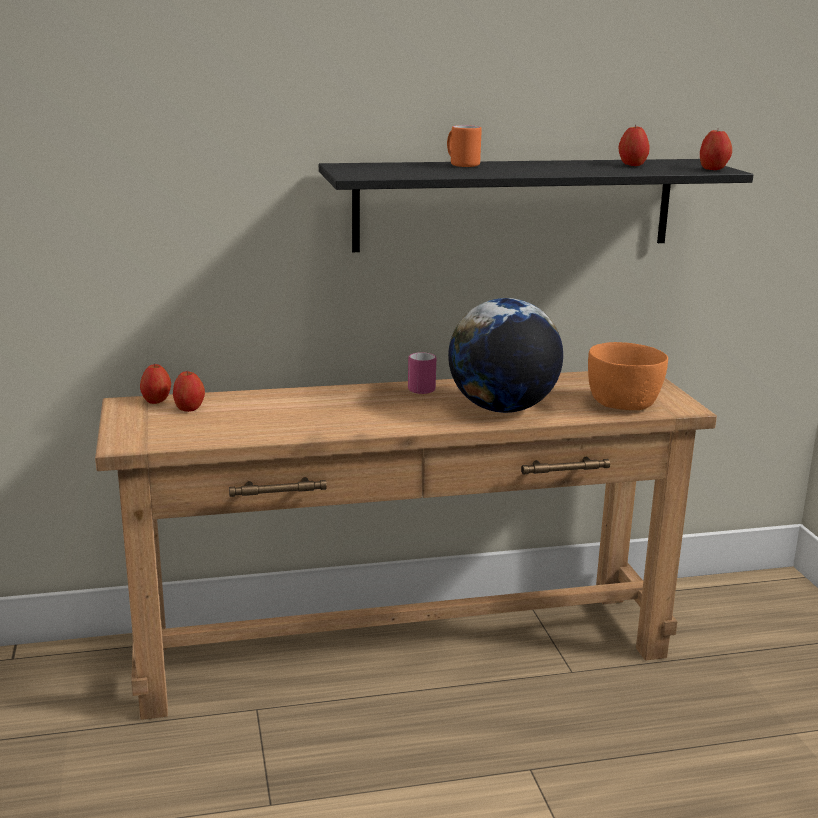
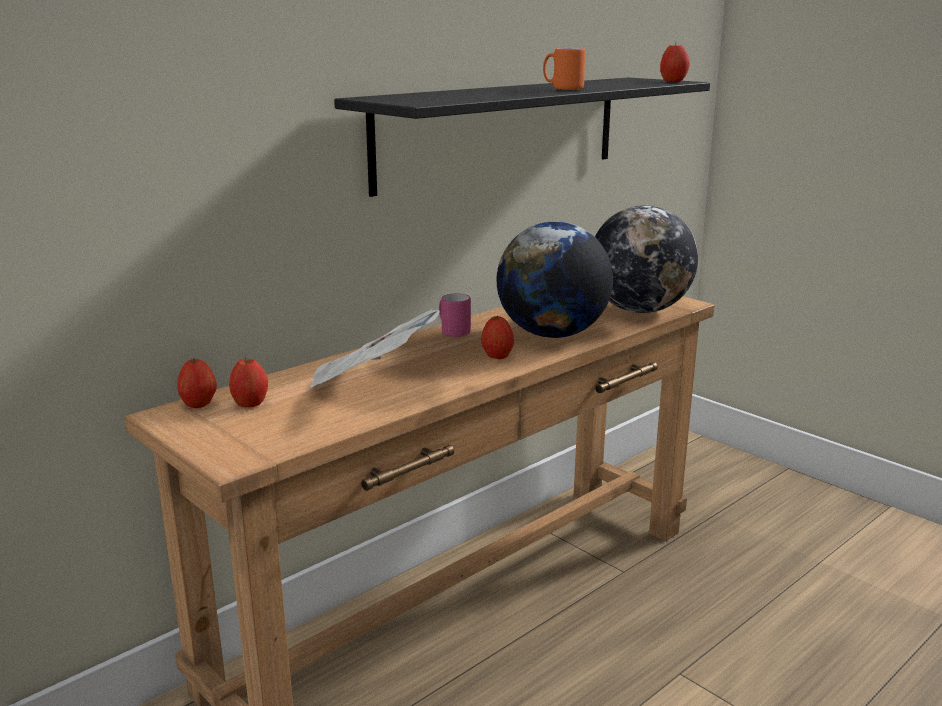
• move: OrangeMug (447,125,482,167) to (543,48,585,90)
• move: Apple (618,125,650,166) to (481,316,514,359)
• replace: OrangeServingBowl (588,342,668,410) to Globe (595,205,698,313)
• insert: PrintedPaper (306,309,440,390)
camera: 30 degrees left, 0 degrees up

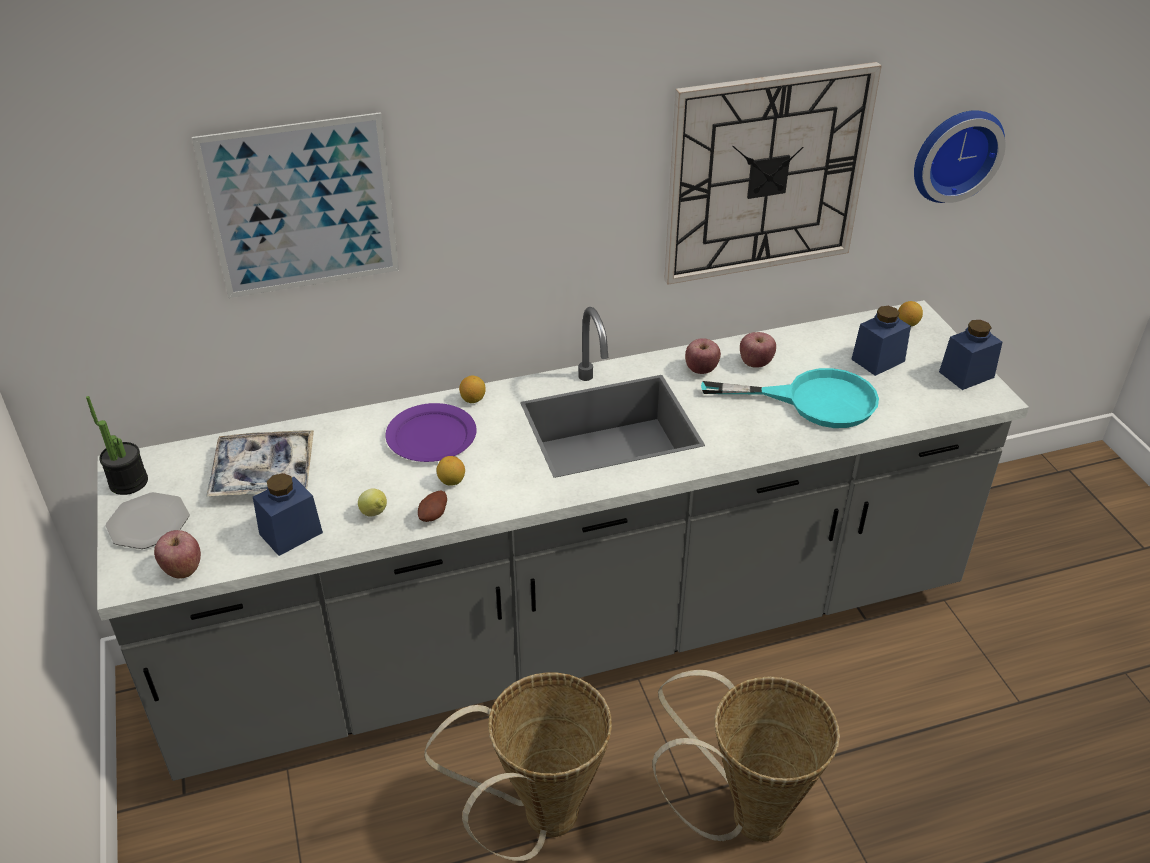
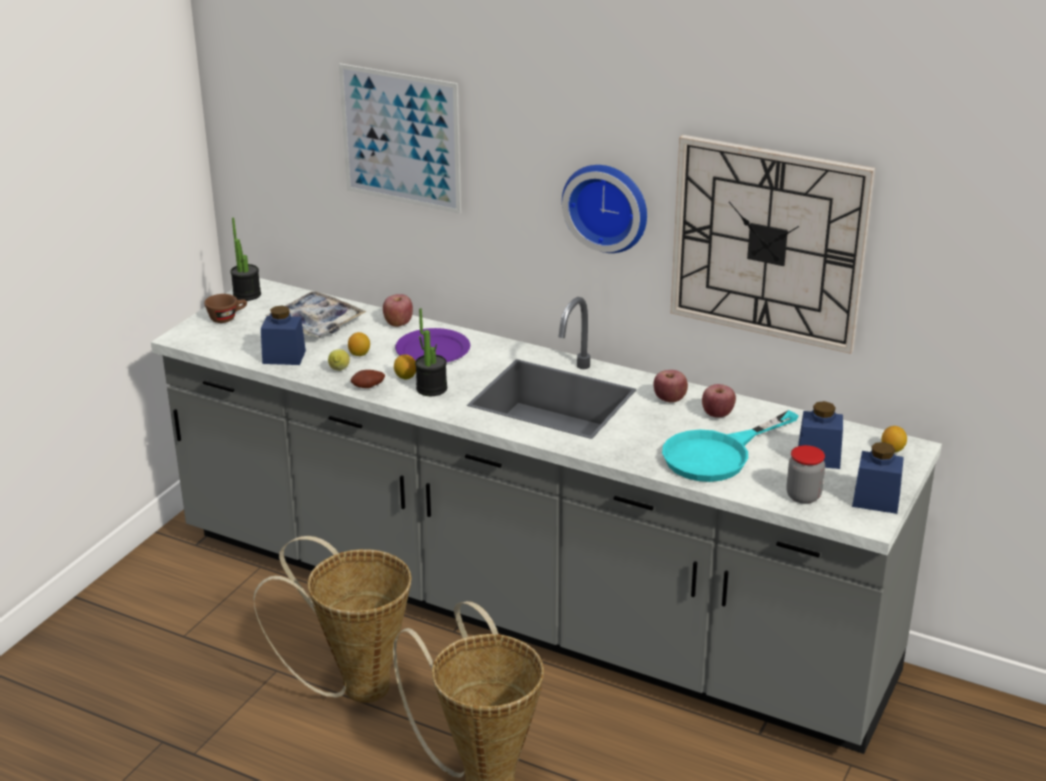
• move: ClockOnTheWall (914,110,1006,203) to (562,165,647,253)
• rotate: TurquoiseSkillet (701,368,879,428) = (662,410,799,482) 90 degrees clockwise
• move: CitrusFruit (459,375,486,403) to (348,332,370,356)
• replace: DinnerPlate (106,492,189,549) to BrownColouredDrinkingCup (204,294,247,323)
• move: Apple (154,530,201,579) to (383,294,413,327)
• insert: Houseplant (415,308,447,396)
• insert: Jar (786,445,825,504)
camera: 45 degrees right, 10 degrees down

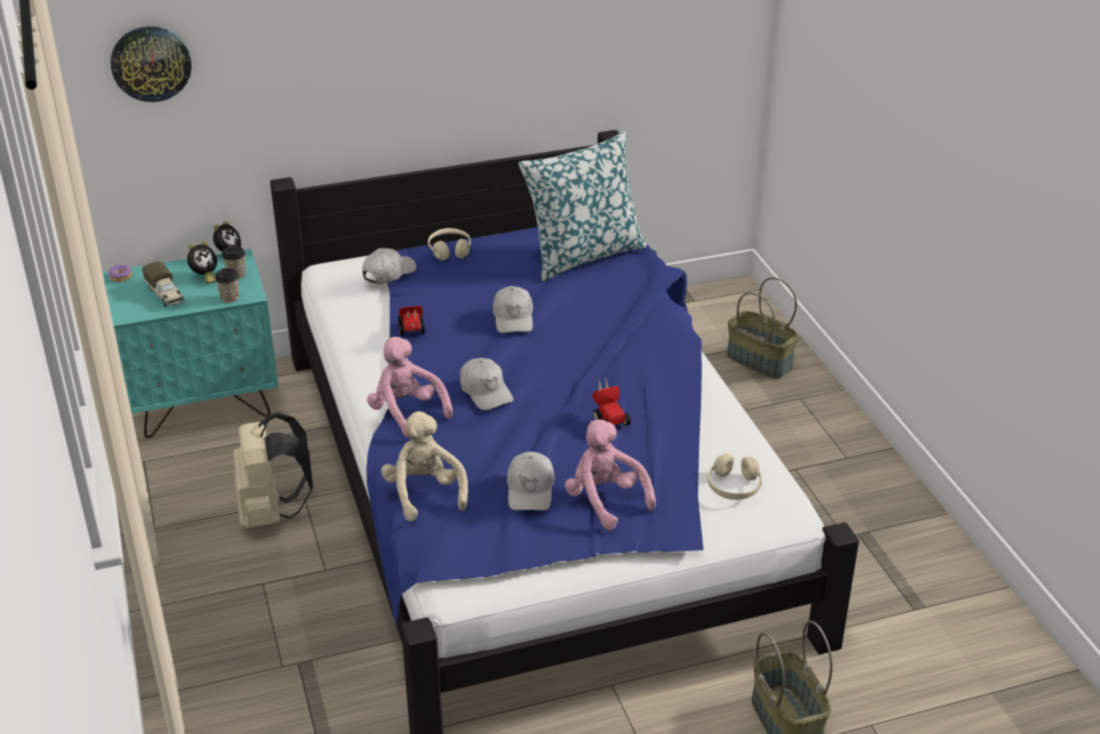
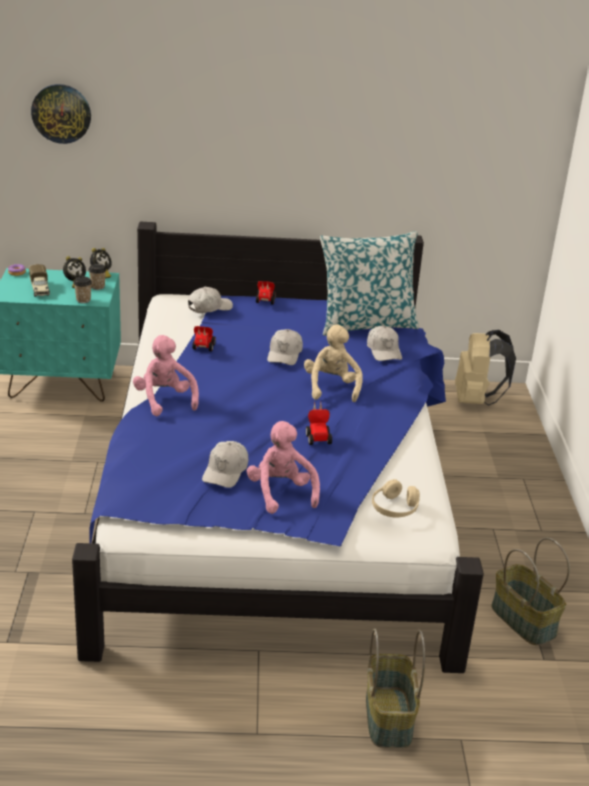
• replace: SandColouredPairOfHeadphones (428,228,471,260) to MiniatureCar (256,281,276,305)
• move: StorageBasket (727,277,799,379) to (491,538,570,645)
• move: WhitishBaseballCap (460,358,513,410) to (367,326,402,361)
• move: SandColouredSoftToy (381,411,468,522) to (304,324,363,402)
• move: SandColouredBackpack (234,412,313,528) to (455,330,516,406)
camera: 15 degrees right, 5 degrees down

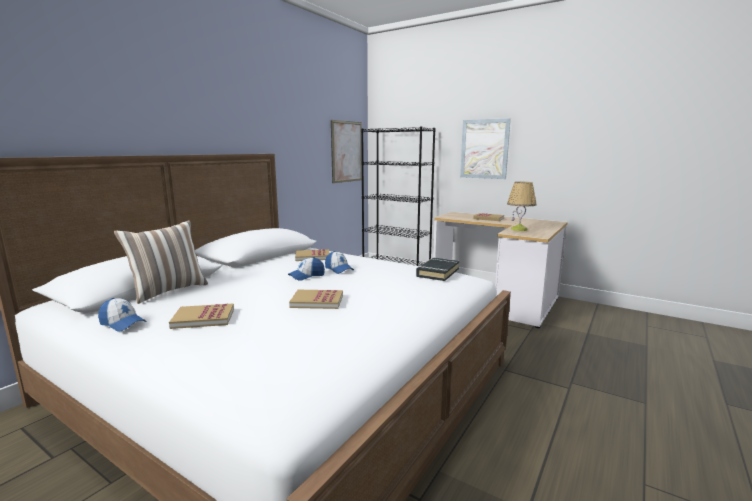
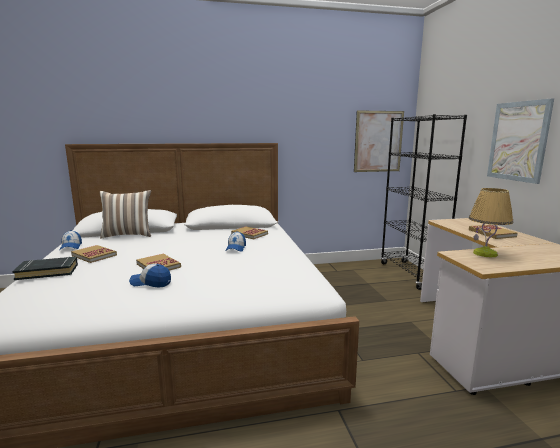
• move: BaseballCap (288,257,325,281) to (129,264,171,288)
• move: BlackVolume (416,258,460,281) to (12,257,78,280)
camera: 45 degrees right, 0 degrees up

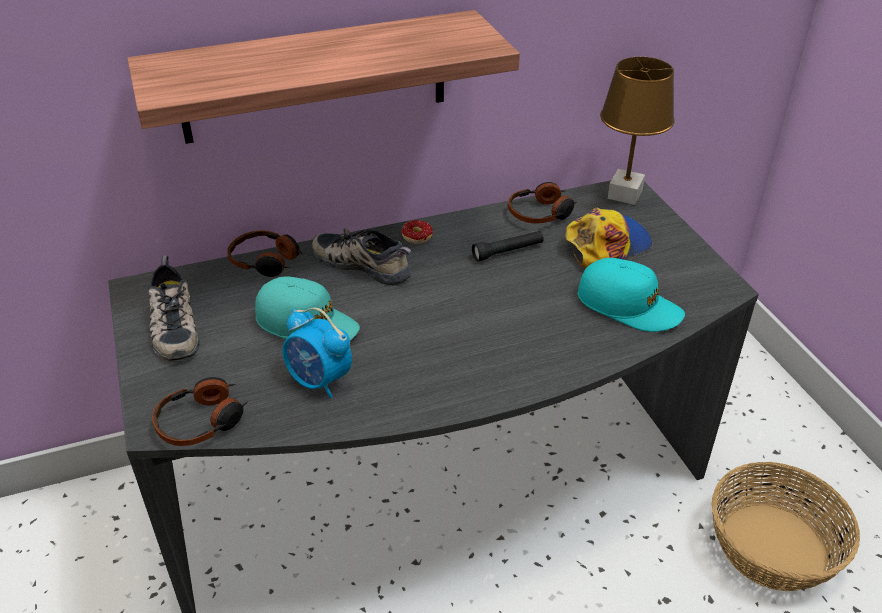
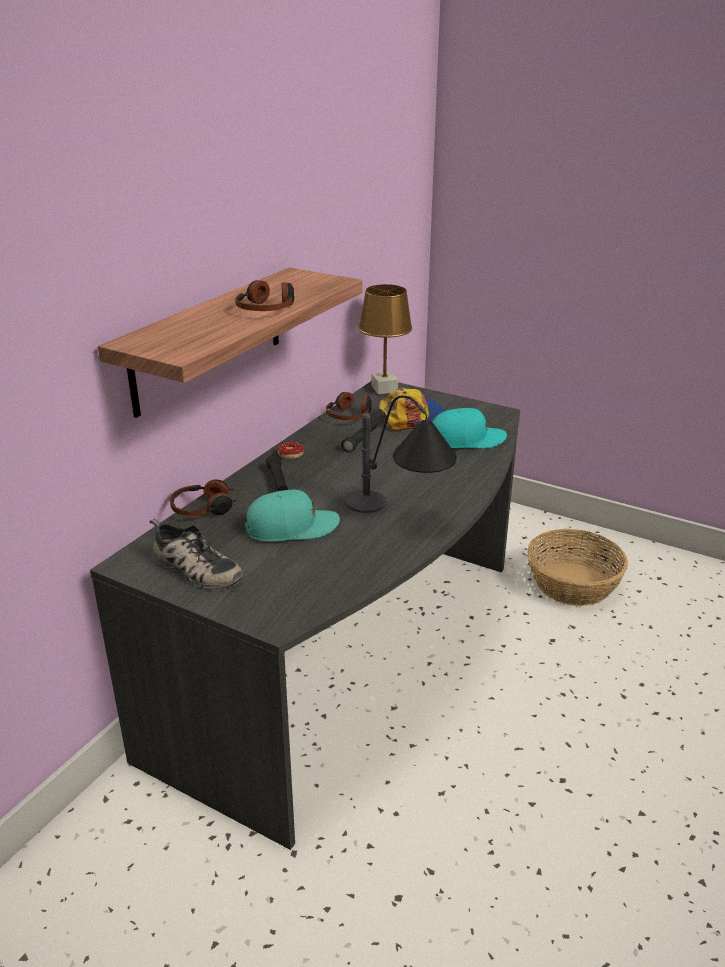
• rotate: BaseballCap (565,208,652,269) = (379,387,445,430) 45 degrees clockwise
• replace: Shoe (312,228,412,286) to BlackHandTorch (266,455,288,491)
• delete: AlarmClock (282,307,352,398)
• move: PairOfHeadphones (152,377,248,446) to (235,280,294,311)
• insert: TableLamp (345,395,457,513)
camera: 40 degrees left, 10 degrees down

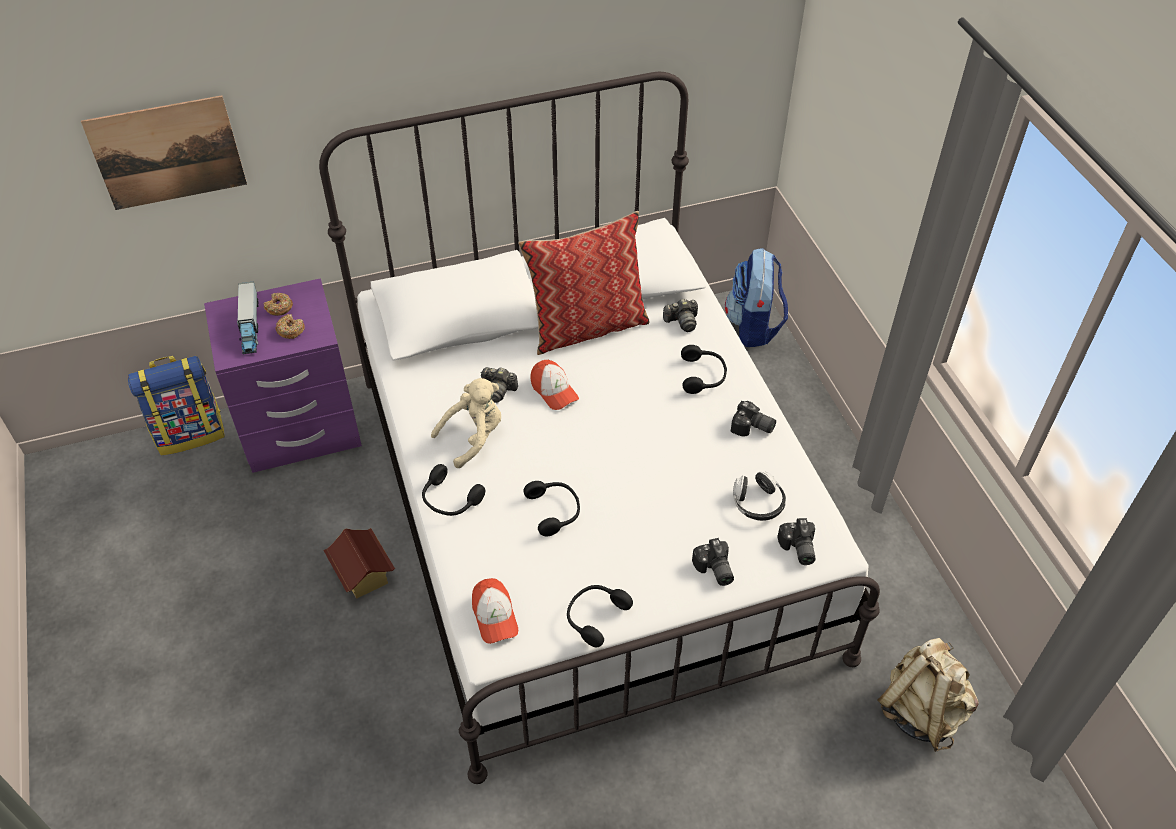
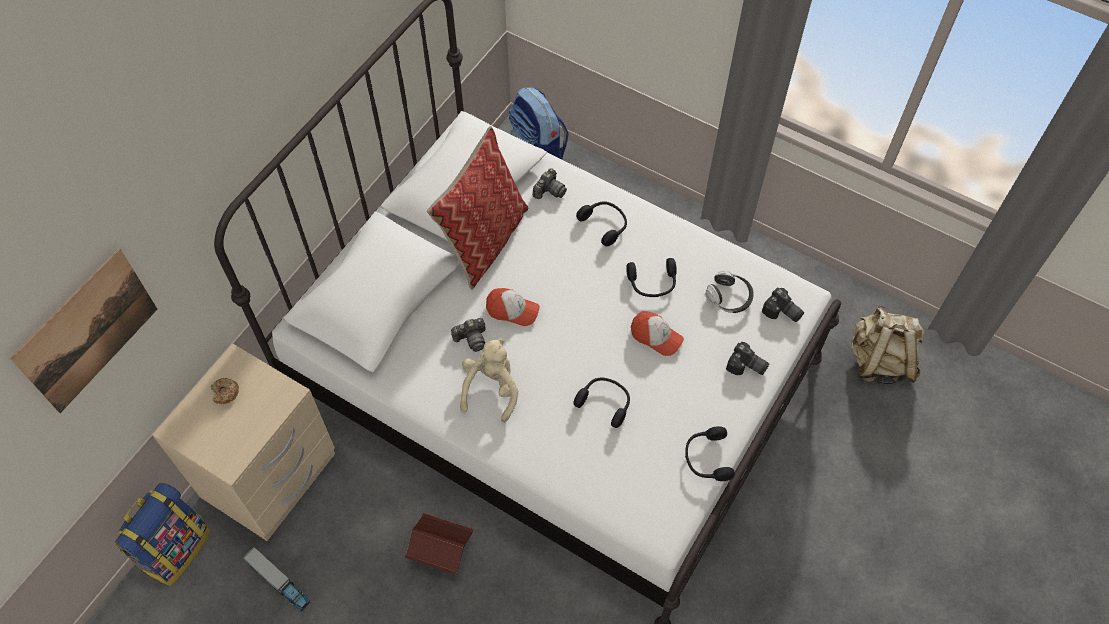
• recolor: PurpleBedsideTable (204,278,362,473) to SandColouredBedsideTable (152,343,335,541)
• move: ModelTruck (237,282,259,354) to (243,547,310,611)
• delete: RingDoughnut (276,314,305,339)
• delete: PhotoCamera (731,401,776,436)
• move: BlackPairOfHeadphones (422,464,485,516) to (626,258,677,297)
• move: BaseballCap (472,578,518,644) to (631,311,684,356)
camera: 40 degrees left, 10 degrees up

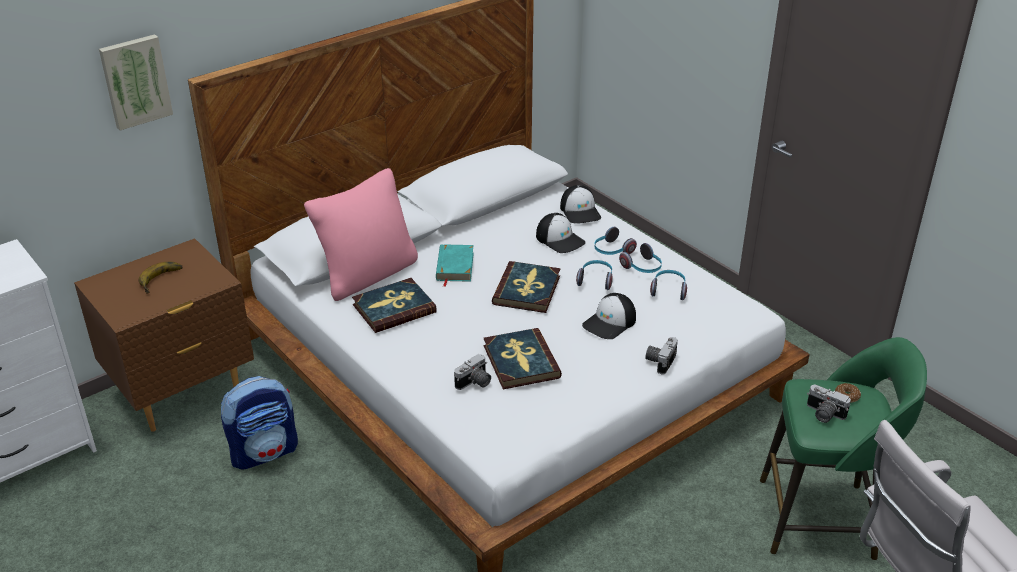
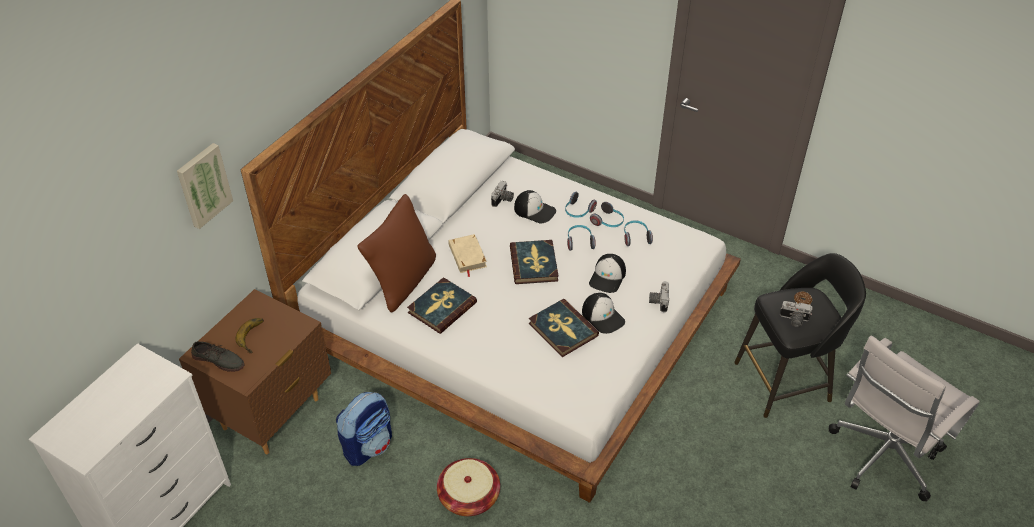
• recolor: PinkishThrowPillow (304,168,418,301) to BrownColouredThrowPillow (357,194,436,313)
• move: BaseballCap (560,185,601,224) to (582,293,625,334)
• recolor: TurquoiseVolume (436,244,474,286) to SandColouredVolume (448,234,487,277)
• recolor: GreenColouredStoolSeat (760,337,927,560) to BlackStoolSeat (734,253,866,418)
• move: PhotoCamera (454,354,491,390) to (491,181,514,207)
• insert: GrayShoe (191,341,245,372)
• insert: StorageBasket (437,458,500,516)
camera: 20 degrees left, 10 degrees up

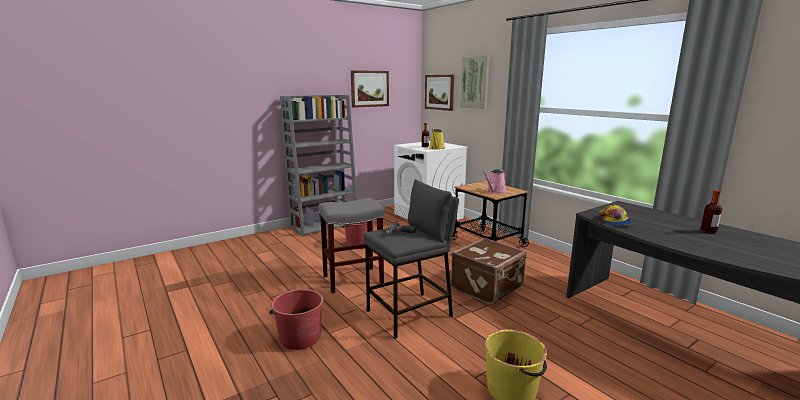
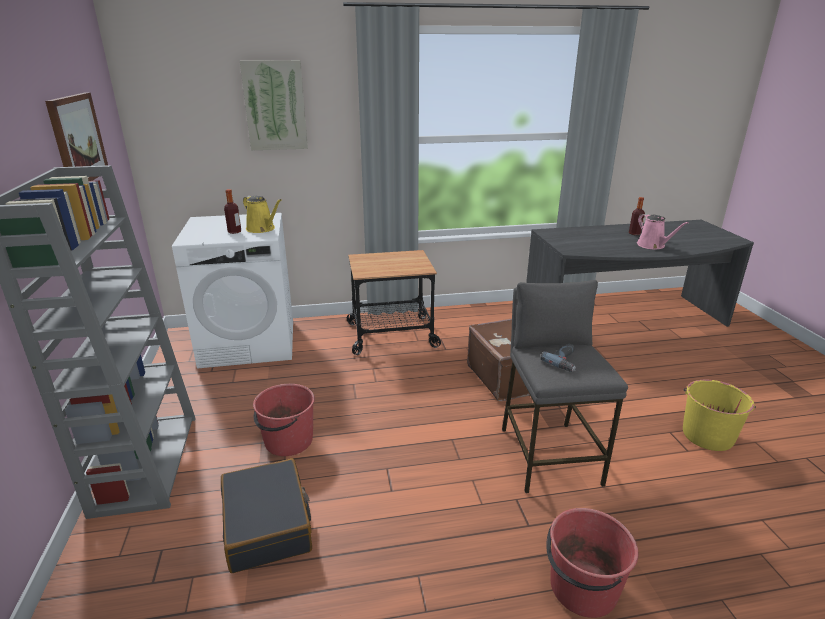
• delete: WallArt (425,75,454,111)
• move: PinkishWateringCan (482,169,507,194) to (637,214,689,249)
• delete: GrayStoolSeat (319,198,384,293)
• delete: BaseballCap (599,205,632,226)
• insert: BlackPieceOfLuggage (221,458,312,573)
camera: 65 degrees left, 10 degrees up

